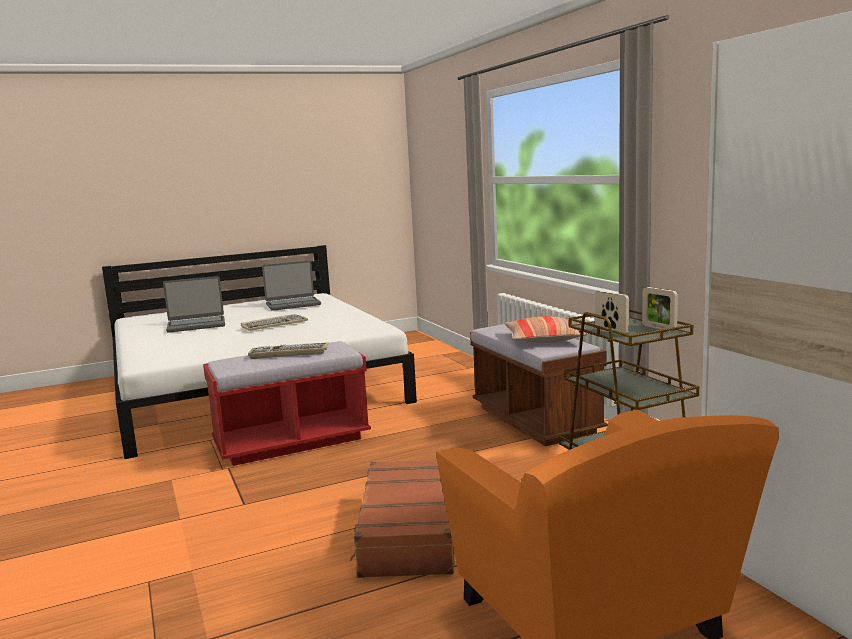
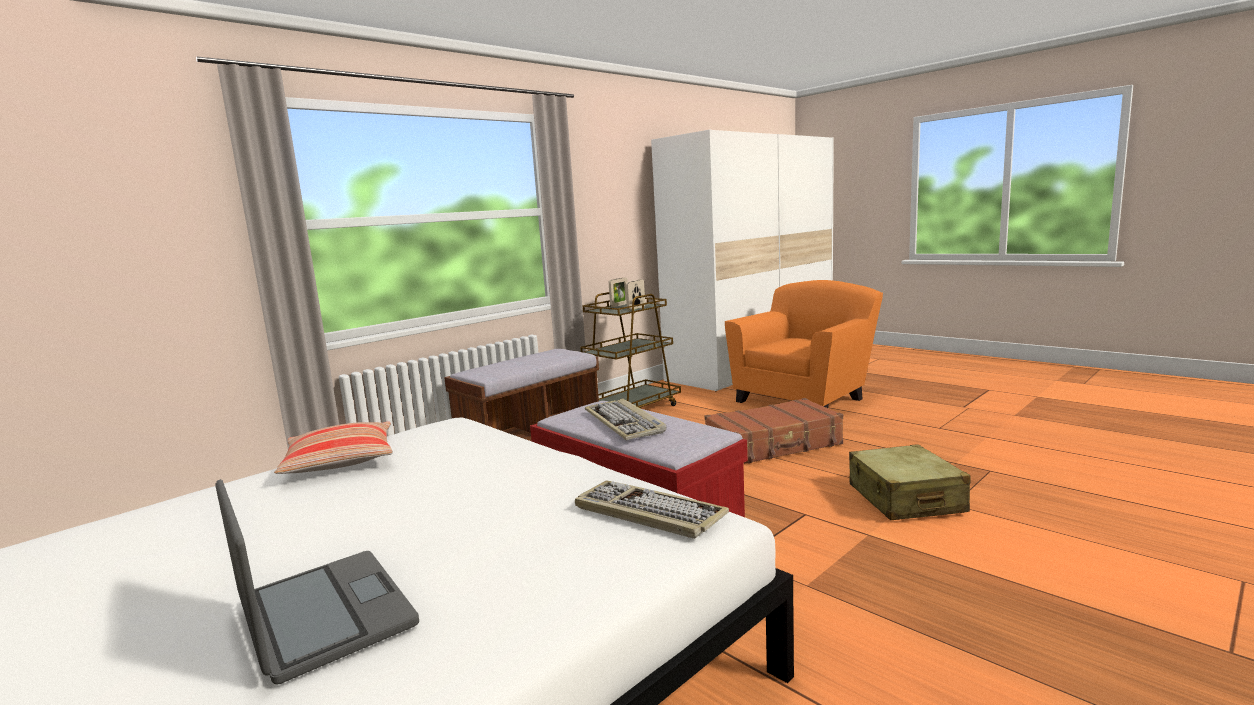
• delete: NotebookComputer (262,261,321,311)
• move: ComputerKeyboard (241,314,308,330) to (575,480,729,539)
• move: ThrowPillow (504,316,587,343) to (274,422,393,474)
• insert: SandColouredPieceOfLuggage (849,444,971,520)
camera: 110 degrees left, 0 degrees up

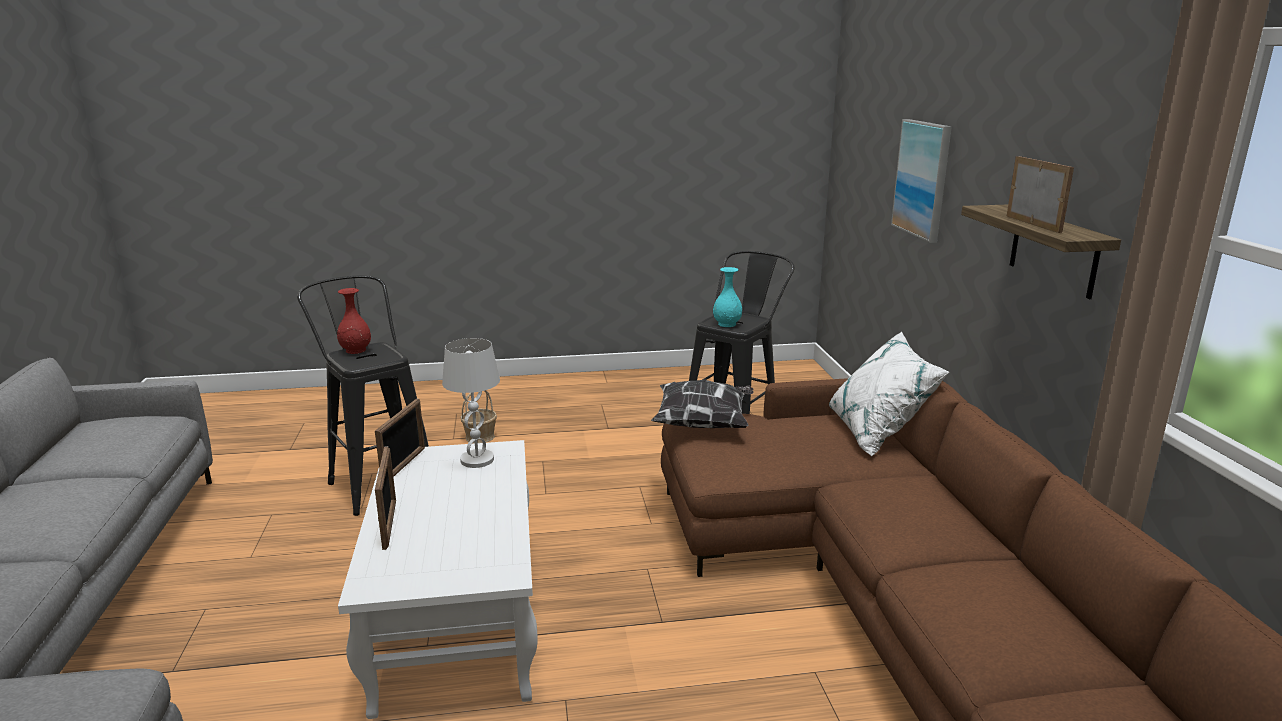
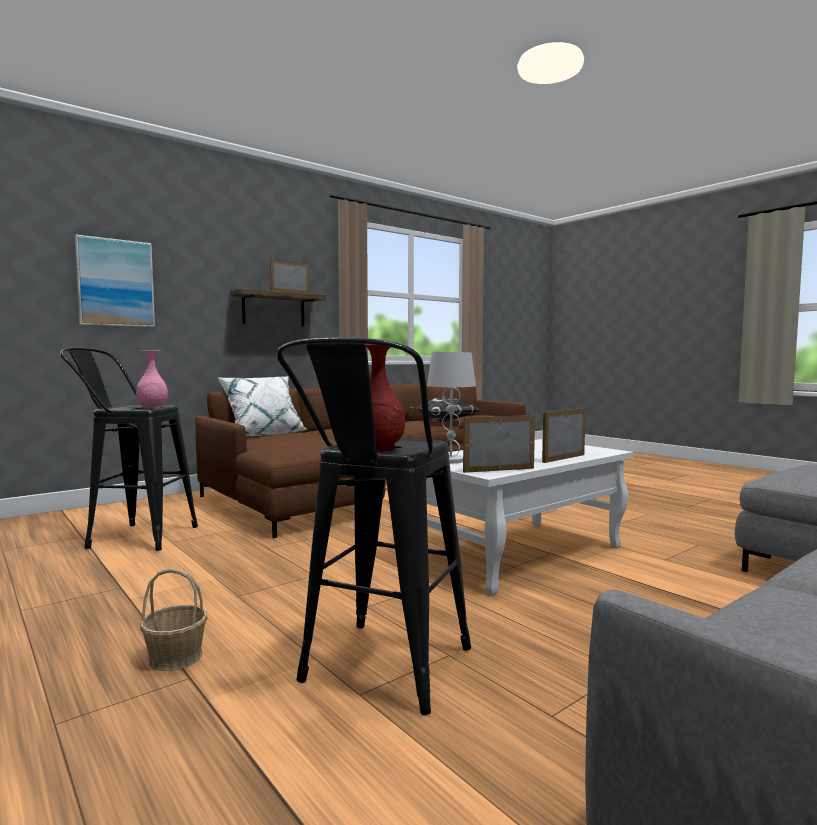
• recolor: TurquoiseFlowerVase (713,267,742,327) to PinkishFlowerVase (136,350,168,408)
• move: ThrowPillow (651,380,754,428) to (408,396,480,422)
camera: 120 degrees left, 15 degrees down

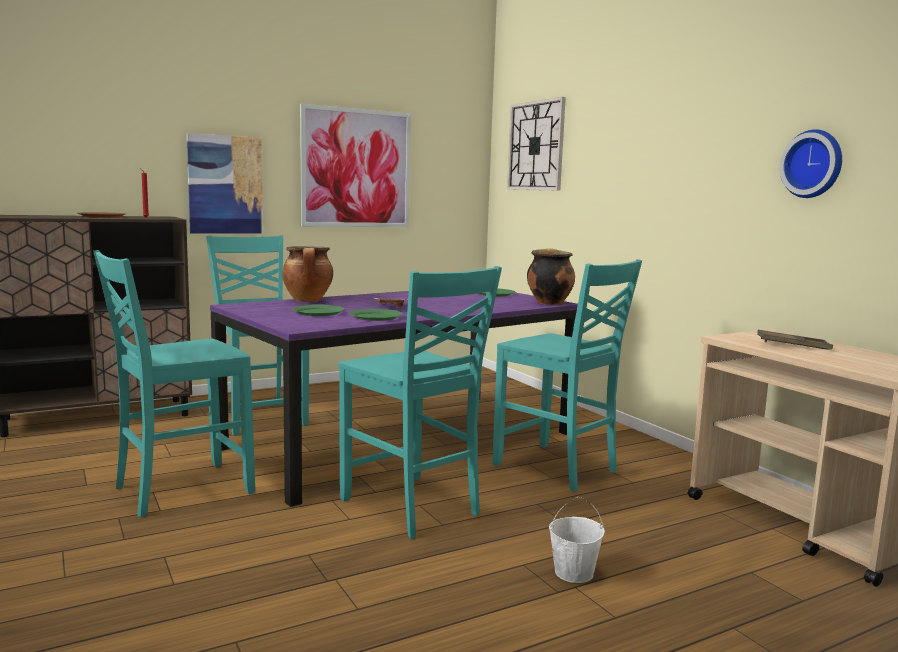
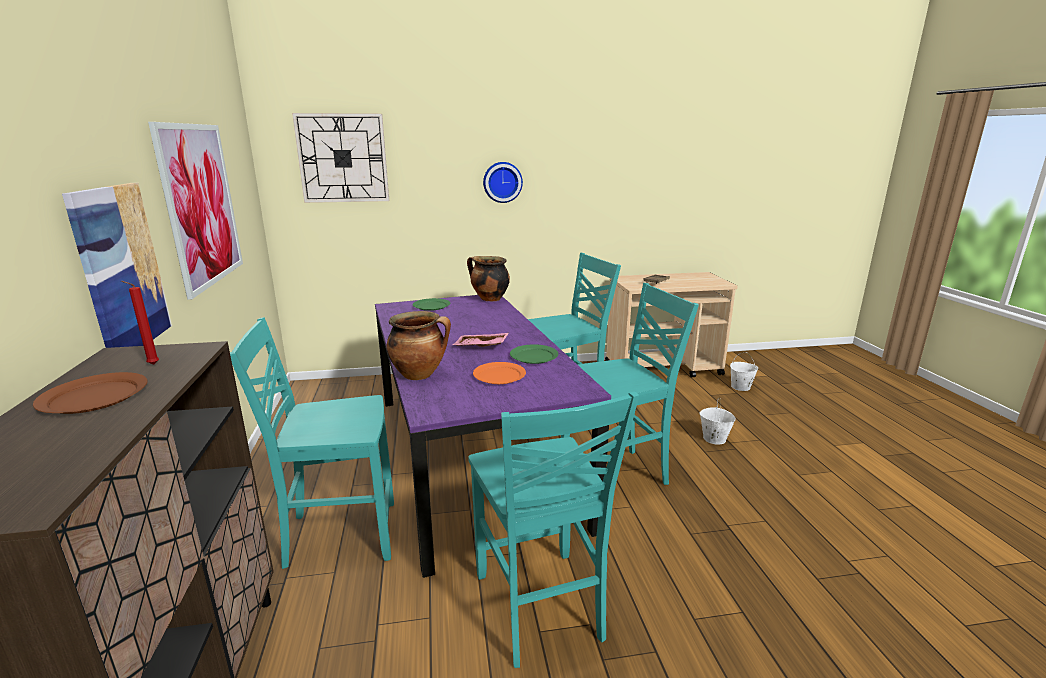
• move: ClockOnTheWall (779,129,842,198) to (483,162,523,203)
• recolor: GreenColouredDinnerPlate (292,305,345,316) to OrangeDinnerPlate (473,362,526,384)
• insert: WhitishBucket (730,352,758,391)
camera: 70 degrees left, 10 degrees up

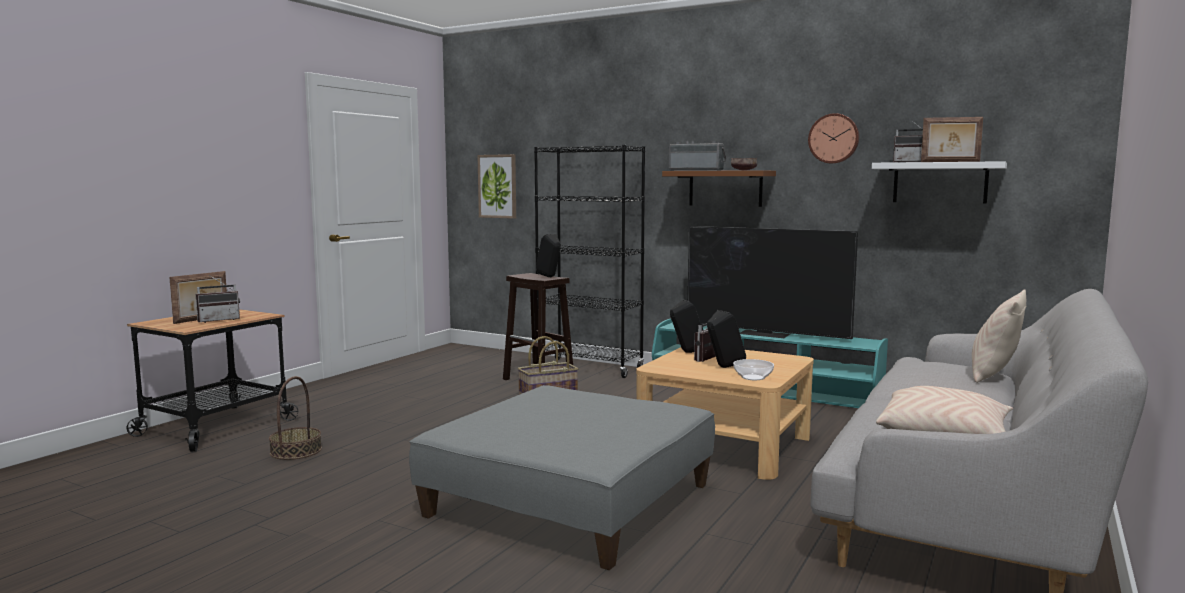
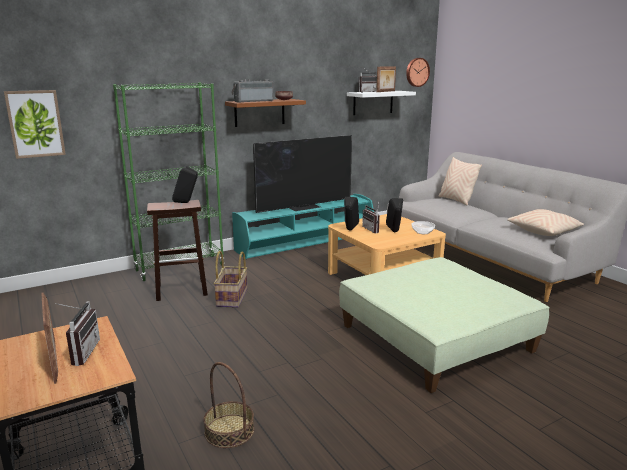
• move: ClockOnTheWall (808,113,859,164) to (406,58,430,87)
• recolor: BlackBookcase (534,145,645,378) to GreenColouredBookcase (113,82,225,281)
• recolor: GrayFootrest (409,385,715,570) to GreenColouredFootrest (339,257,550,393)
camera: 60 degrees left, 10 degrees up

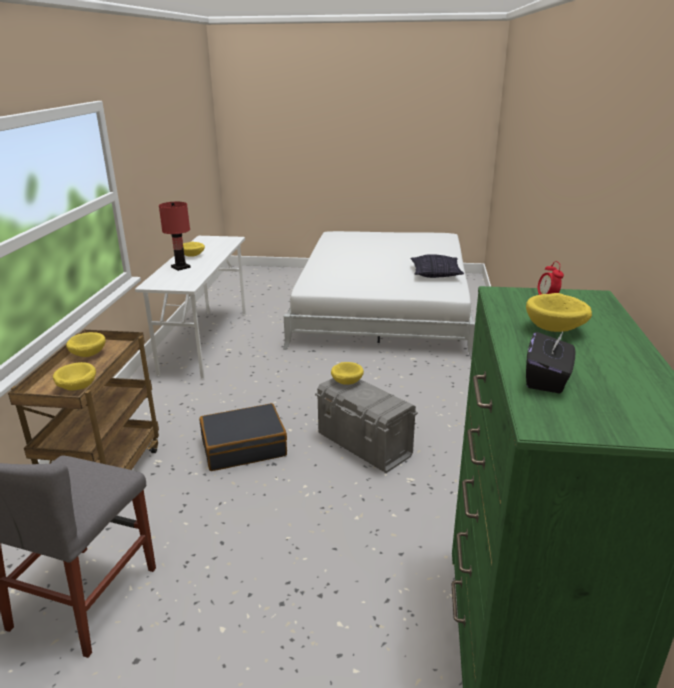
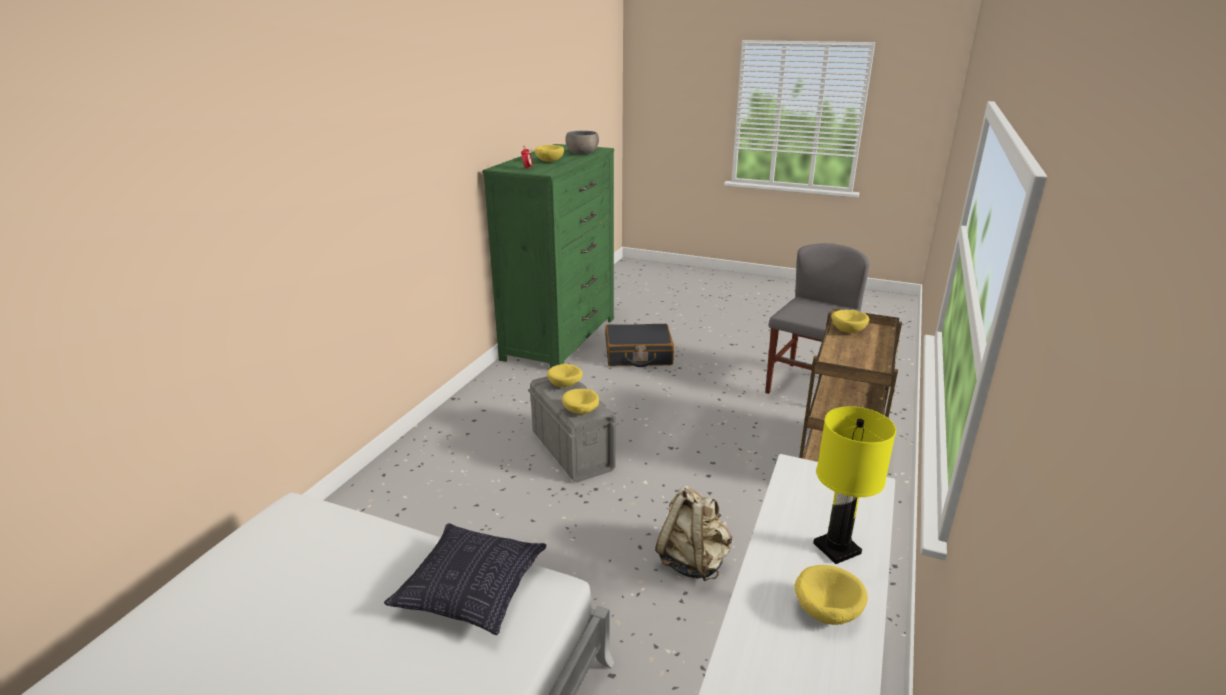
• recolor: RedColouredTableLamp (159,202,191,271) to YellowTableLamp (813,406,896,564)
• move: ThrowPillow (410,254,464,278) to (384,523,547,635)
• move: YellowServingBowl (66,332,106,357) to (547,363,583,387)
• replace: BlackTissueBox (526,332,575,394) to GrayServingBowl (565,131,599,155)
• move: BlackPieceOfLuggage (199,403,287,471) to (605,324,674,367)
• insert: SandColouredBackpack (655,485,732,582)
camera: 165 degrees left, 0 degrees up

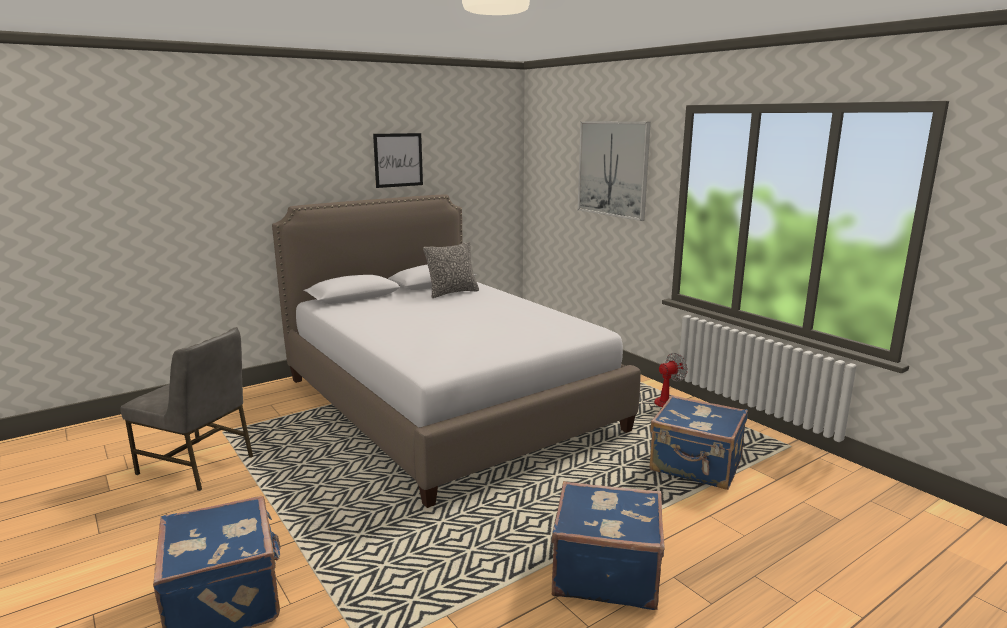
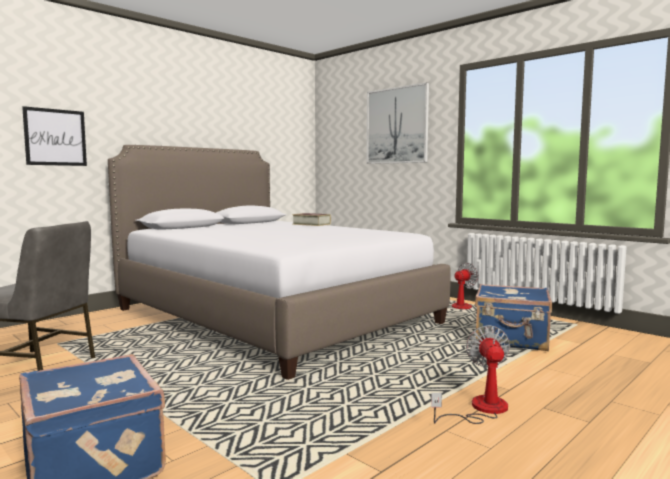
• move: WallArt (373,133,423,188) to (22,106,87,166)
• delete: ThrowPillow (423,242,479,298)
• replace: BluishPieceOfLuggage (552,481,665,610) to Fan (431,325,510,424)
• insert: Volume (292,213,331,226)
camera: 10 degrees left, 10 degrees down

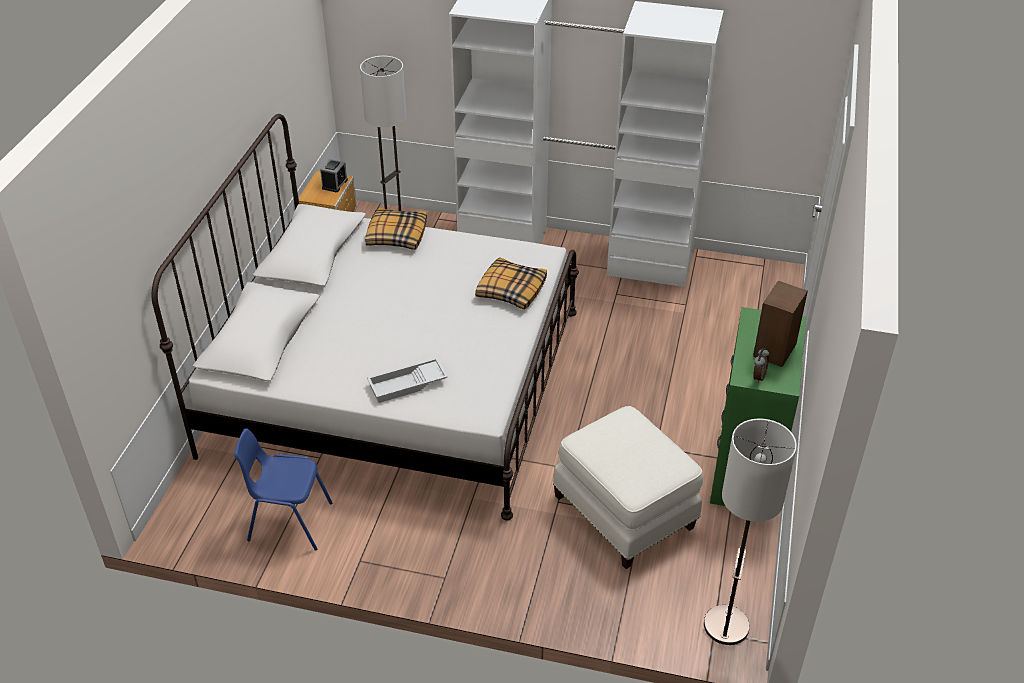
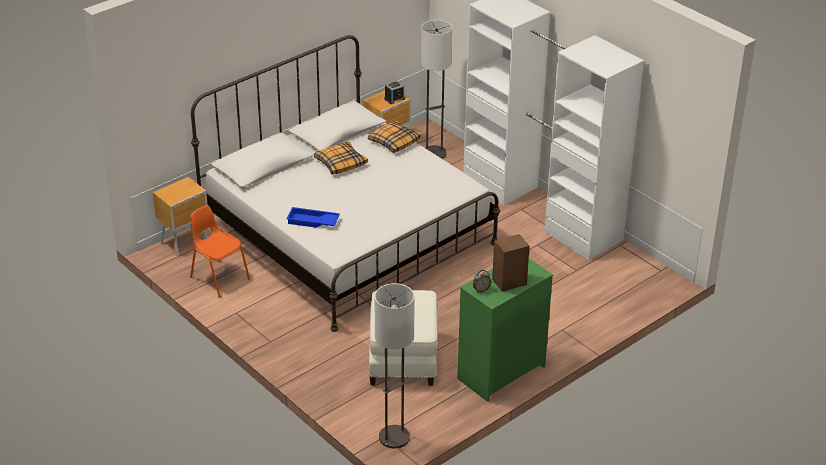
• move: ThrowPillow (475,257,547,310) to (314,142,368,174)
• recolor: WhitishServingTray (367,357,448,403) to BluishServingTray (287,207,340,228)
• recolor: BluishPlainChair (234,428,332,551) to OrangePlainChair (190,205,250,298)
• insert: BrownColouredBedsideTable (153,177,208,256)
camera: 35 degrees right, 5 degrees down

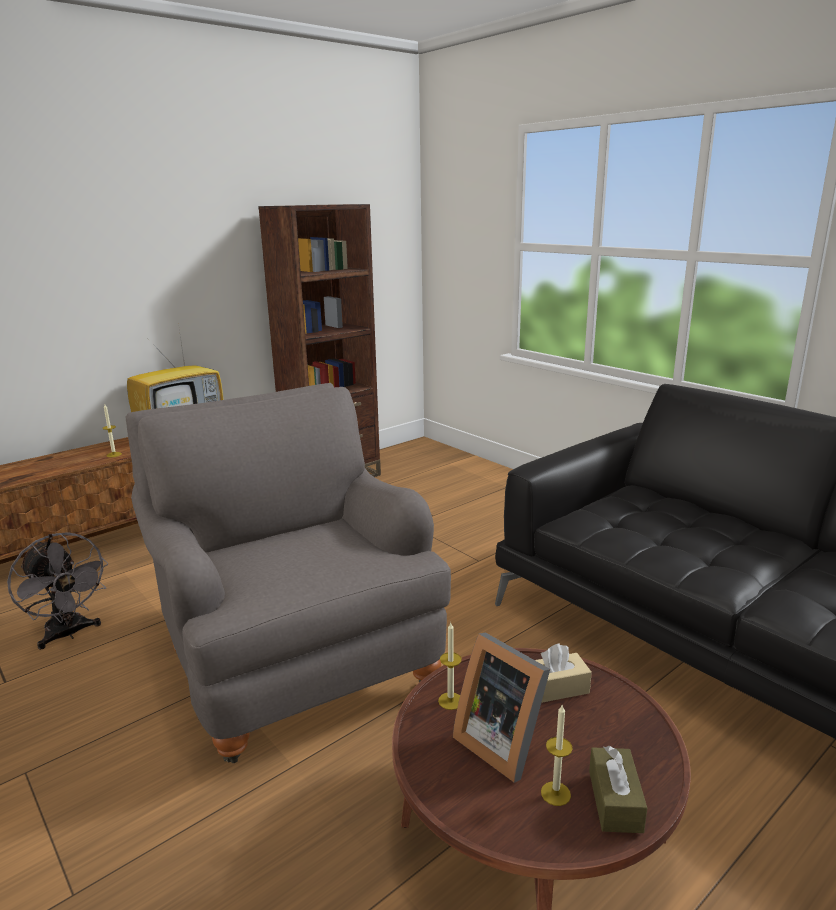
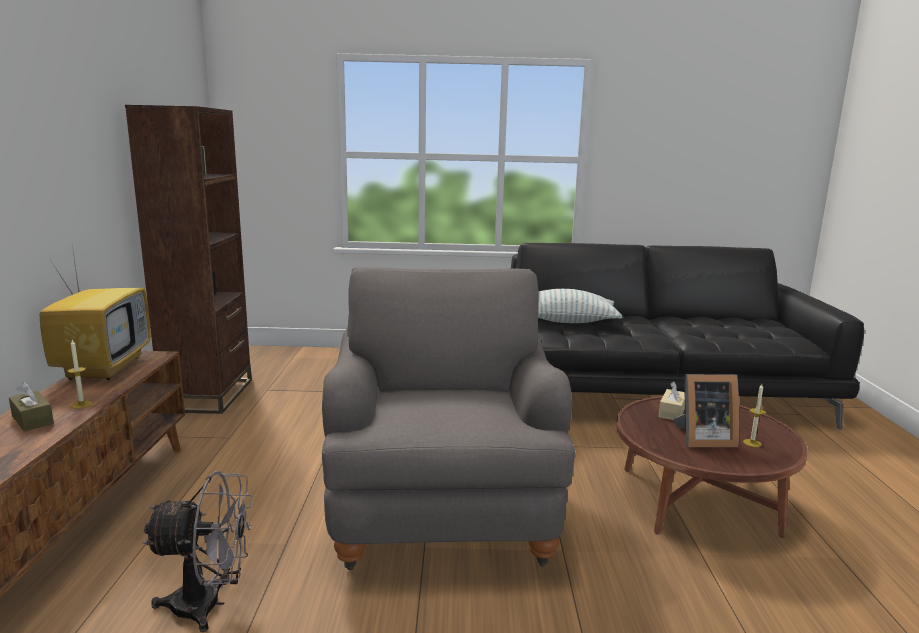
• rotate: GrayEasyChair (126,383,451,763) = (322,267,575,570) 75 degrees clockwise
• delete: WaxCandle (438,623,462,710)
• move: BrownColouredTissueBox (589,746,647,833) to (9,382,54,431)
• insert: ThrowPillow (538,289,623,323)
camera: 50 degrees left, 5 degrees down

